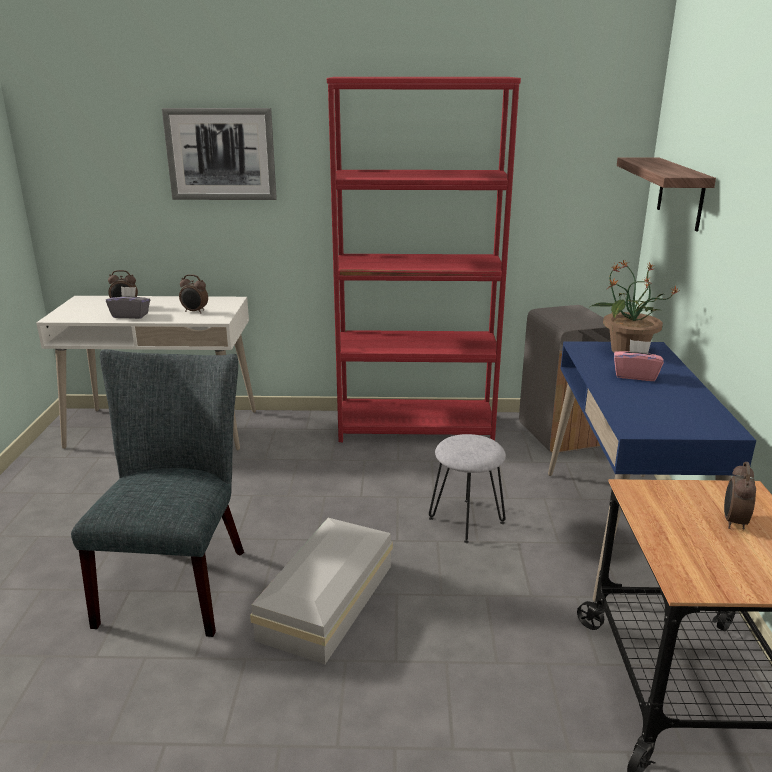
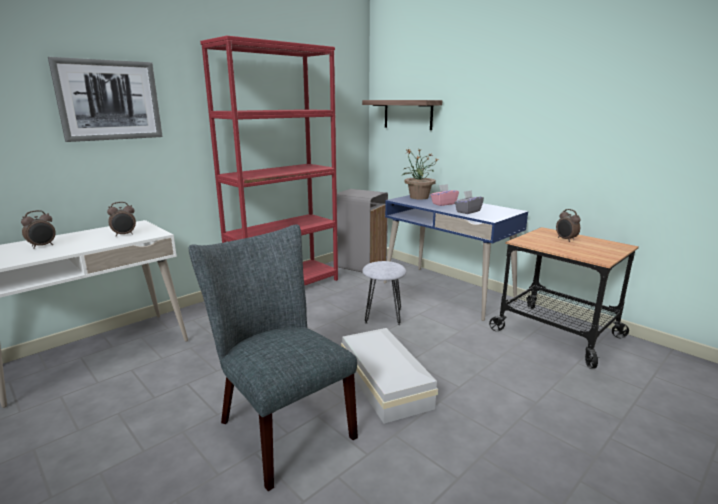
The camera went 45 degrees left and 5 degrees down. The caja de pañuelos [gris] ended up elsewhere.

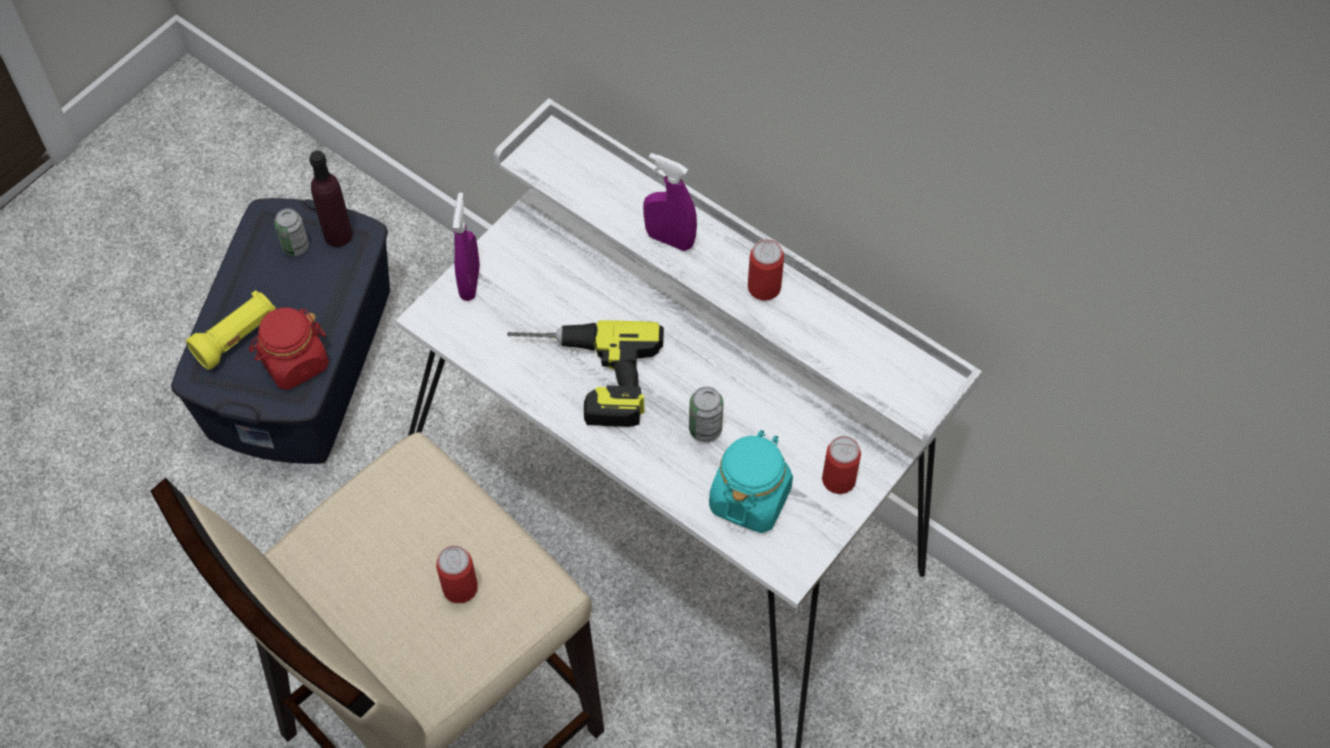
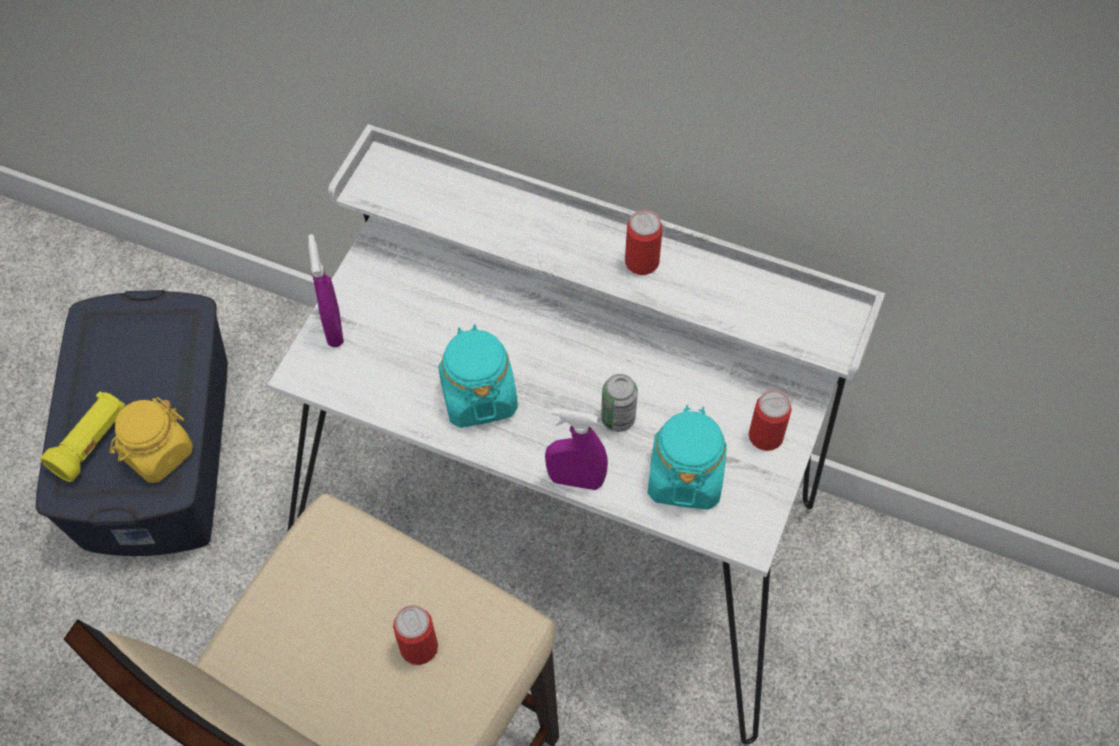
The camera went 15 degrees left and 0 degrees up. The second view lost the lata (no. 1 from left). The second view lost the botella [morado]. The pulverizador [morado] (no. 2 from left) ended up elsewhere. Where the taladro stood, the tarro [turquesa] (no. 1 from left) came to stand. What was the tarro [rojo] turned into the tarro [amarillo].

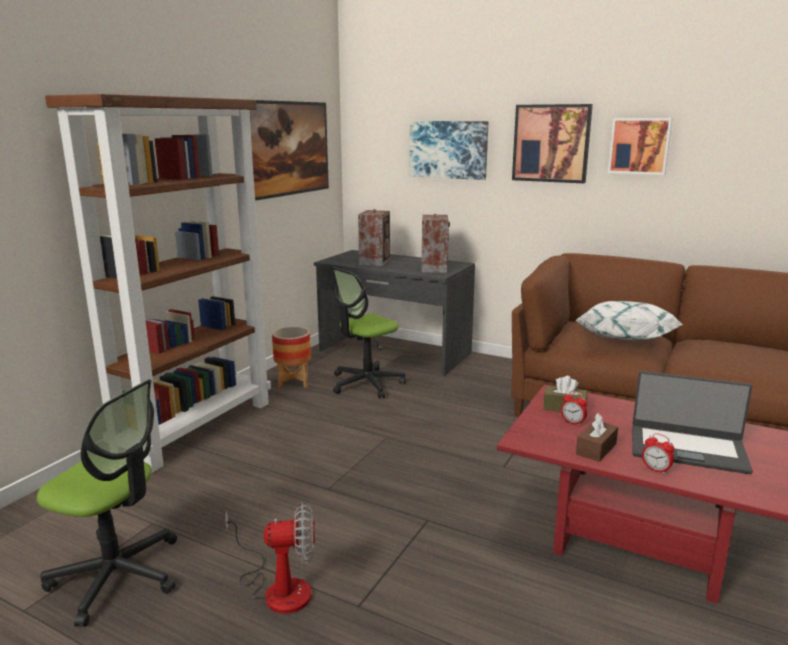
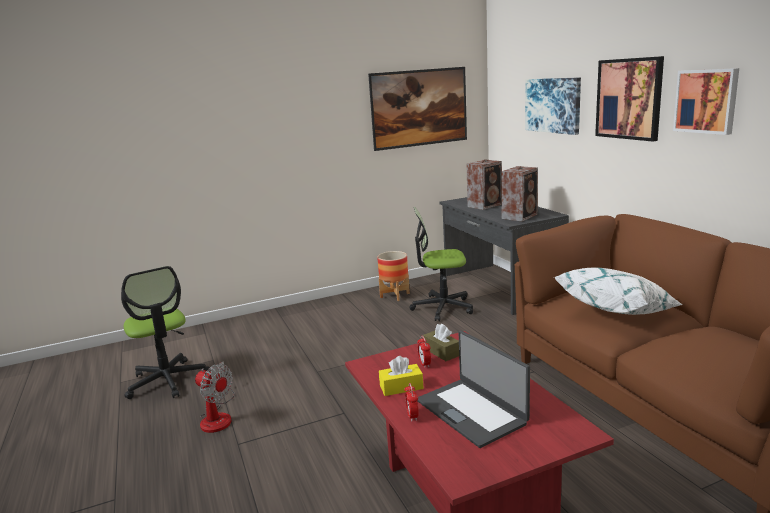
The camera went 40 degrees right and 0 degrees up. The second view lost the estantería [marrón]. What was the caja de pañuelos [marrón] (no. 2 from left) turned into the caja de pañuelos [amarillo].

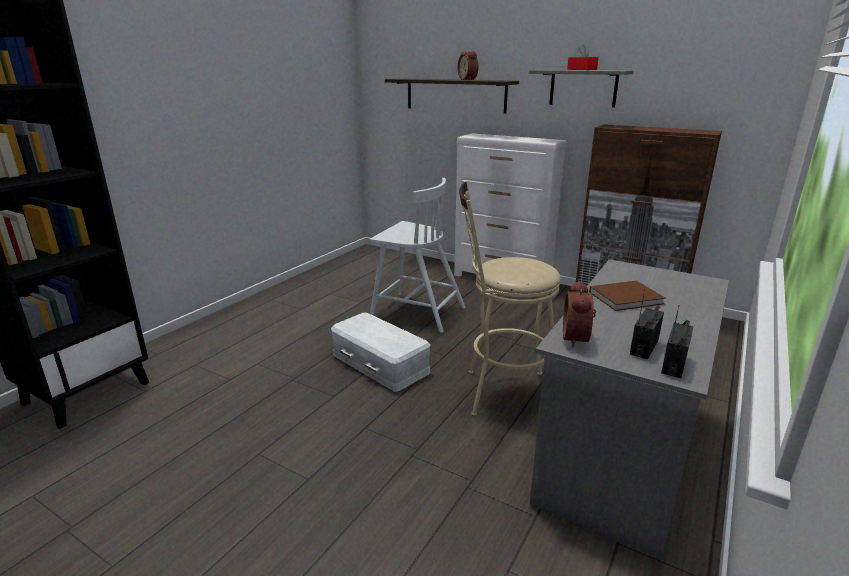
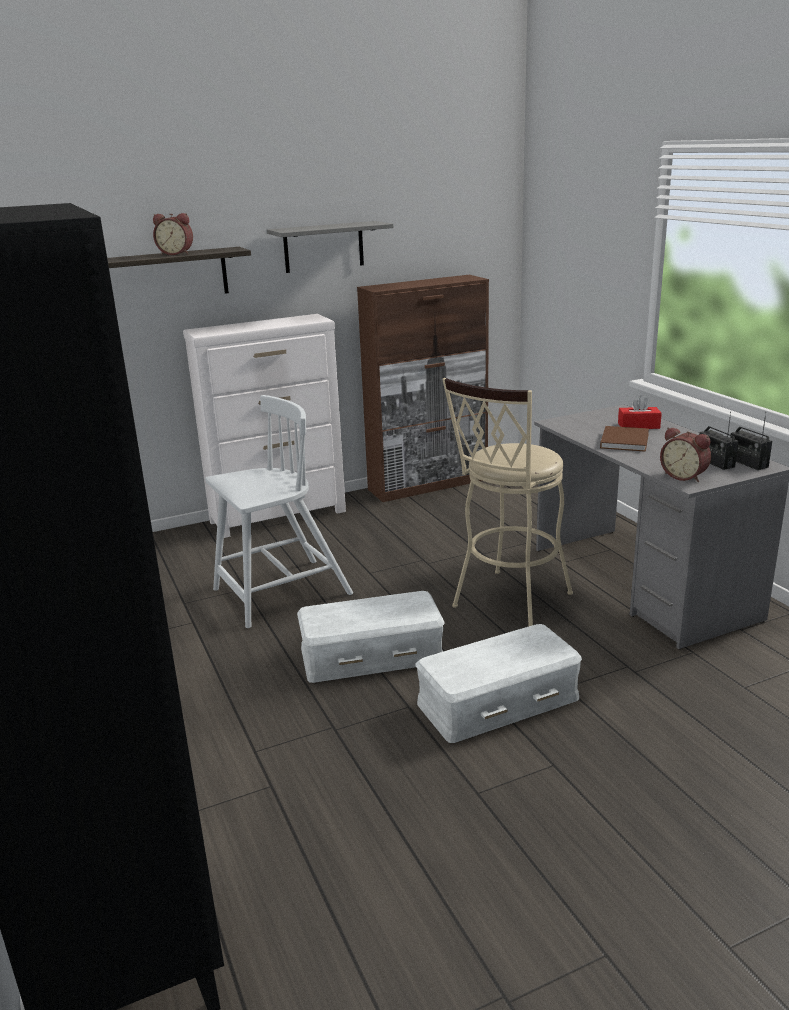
The camera went 55 degrees left and 0 degrees up. The second view gained the caja de almacenaje [blanco] (no. 2 from left). The caja de pañuelos [rojo] ended up elsewhere.

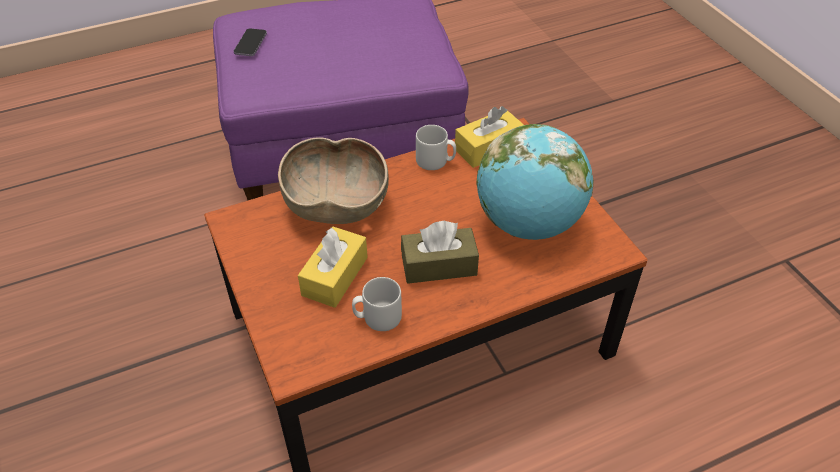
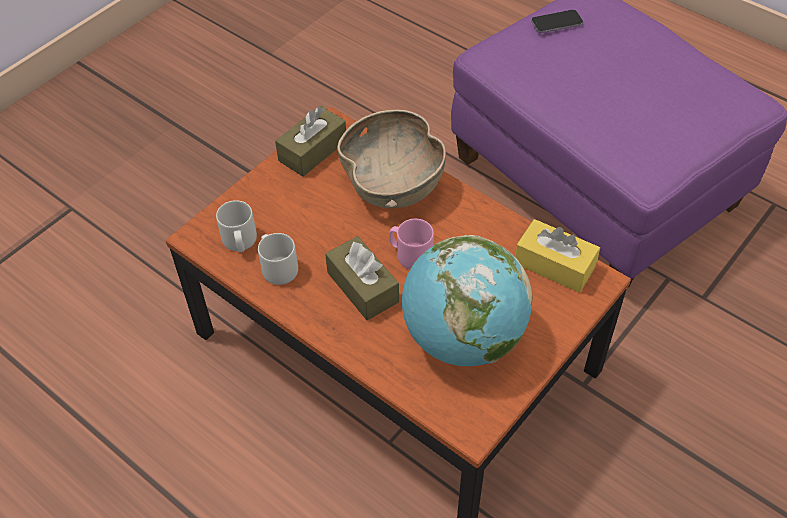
The camera went 65 degrees right and 5 degrees up. The second view lost the caja de pañuelos [amarillo] (no. 1 from left). The second view gained the caja de pañuelos [marrón] (no. 1 from left). The second view gained the taza grande [rosa]. The taza grande [gris] (no. 2 from left in the first image) ended up elsewhere.

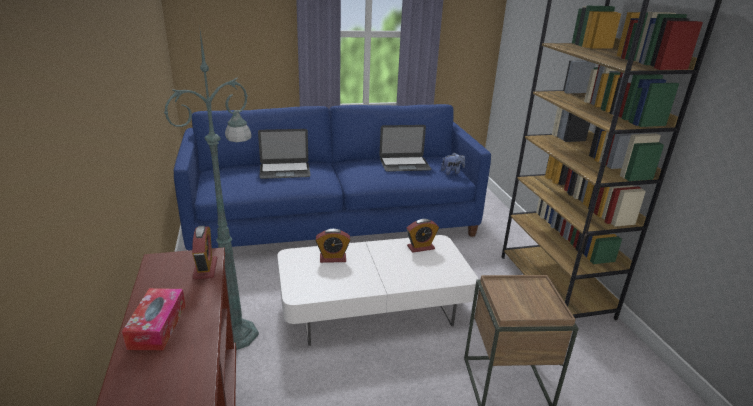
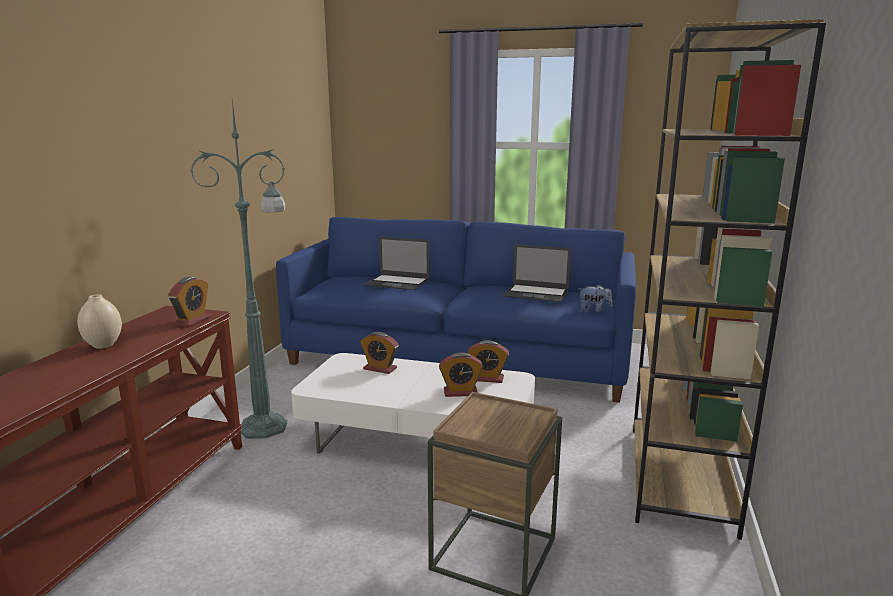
The camera went 30 degrees right and 10 degrees down. The second view gained the despertador (no. 3 from left). Where the caja de pañuelos stood, the florero [beis] came to stand.

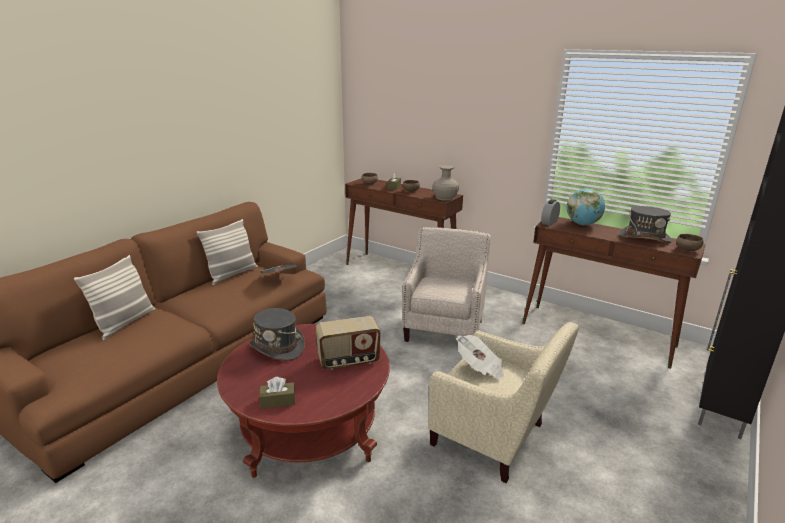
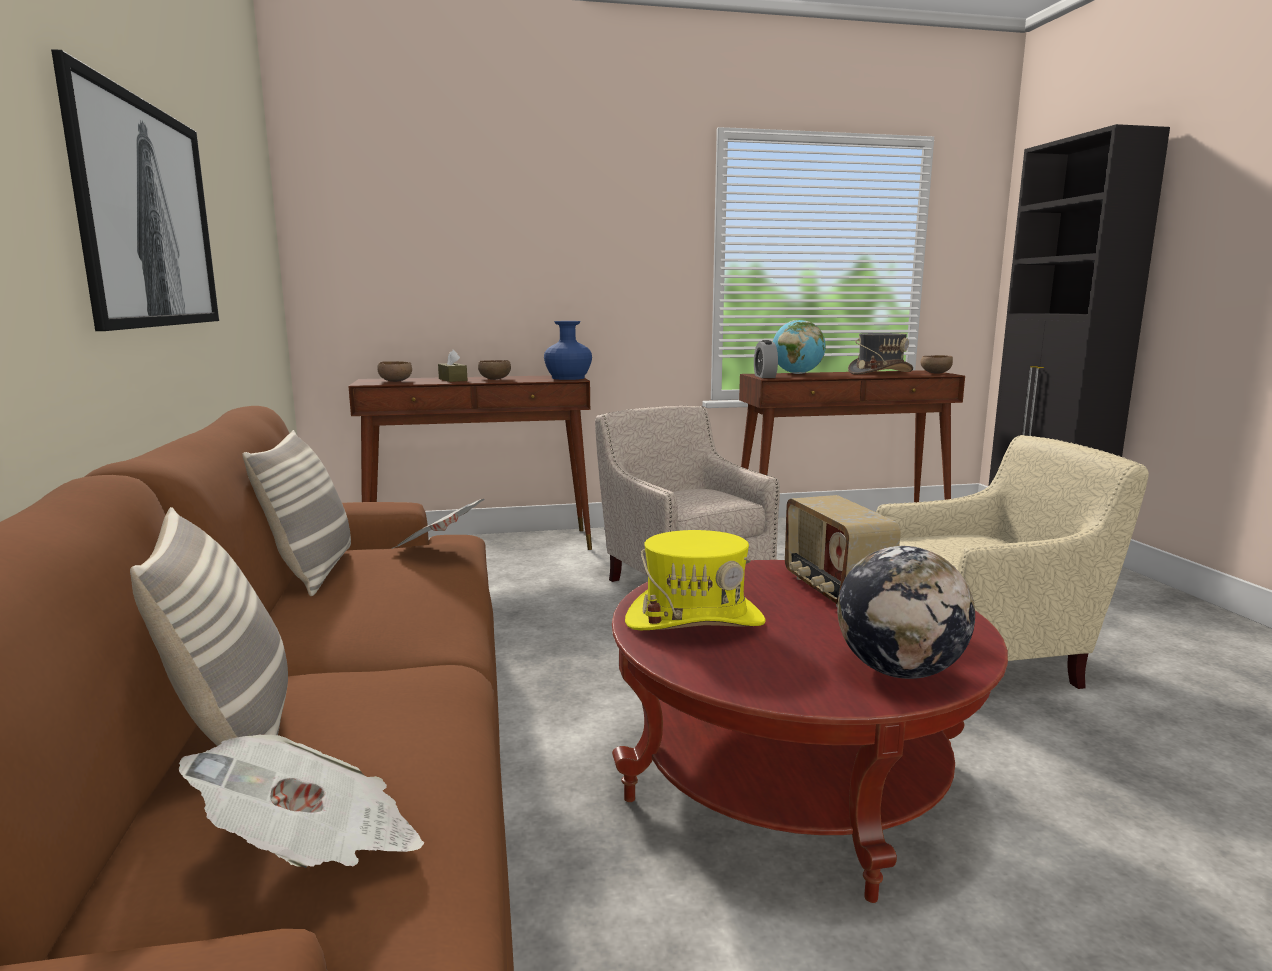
The camera went 45 degrees left and 10 degrees down. The second view gained the cuadro. The periódico (no. 2 from left in the first image) ended up elsewhere. Where the caja de pañuelos [marrón] (no. 1 from left) stood, the globo terráqueo (no. 2 from left) came to stand. What was the sombrero [gris] (no. 1 from left) turned into the sombrero [amarillo]. What was the florero [beis] turned into the florero [azul]. The radio ended up facing another way, 135 degrees clockwise from before.

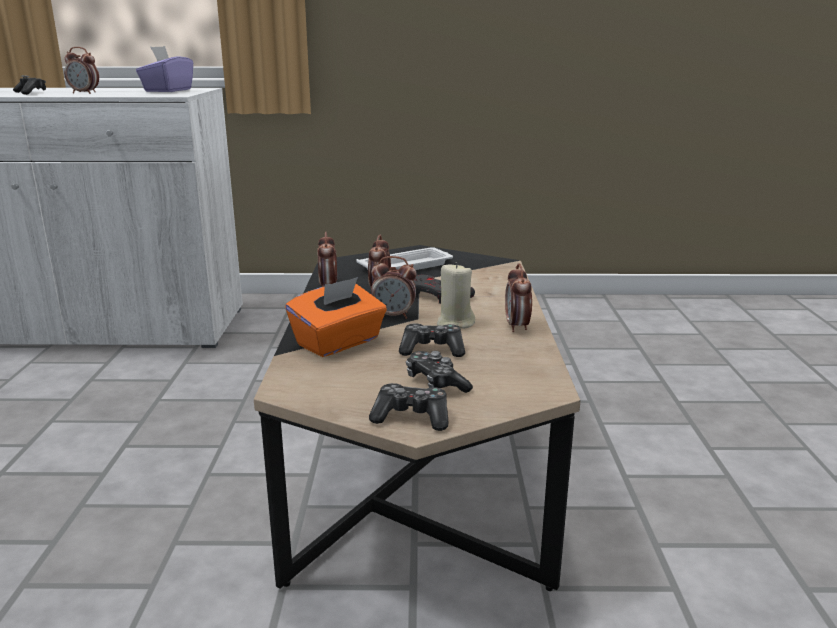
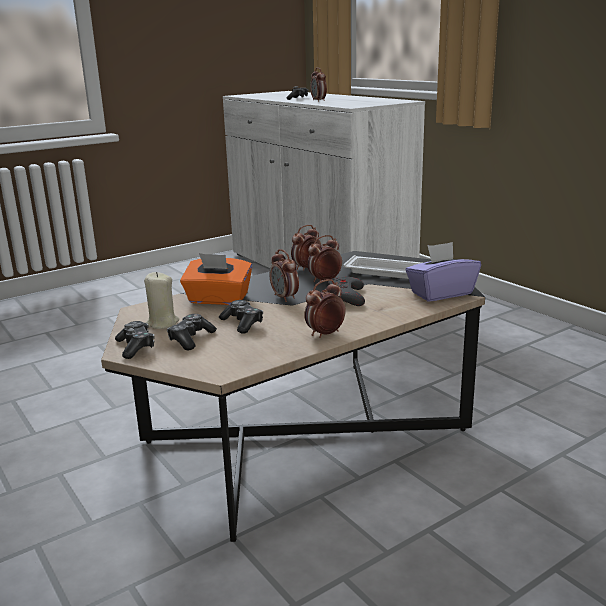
The camera went 55 degrees right and 0 degrees up. The caja de pañuelos [morado] ended up elsewhere. The vela [beis] ended up elsewhere.

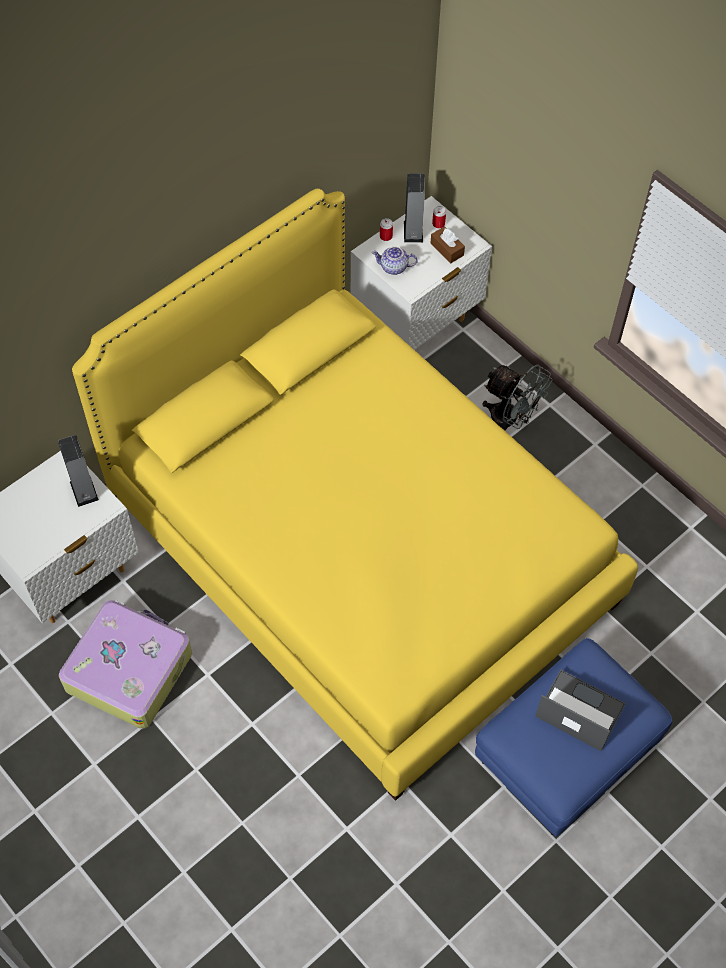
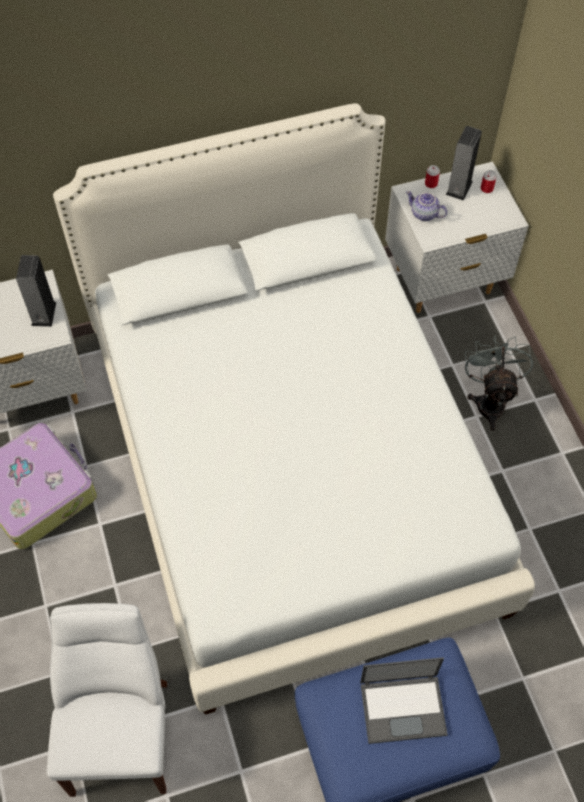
The camera went 25 degrees right and 0 degrees up. The second view lost the caja de pañuelos [marrón]. The second view gained the silla [blanco]. What was the cama [amarillo] turned into the cama [blanco]. The ventilador [gris] ended up facing another way, 150 degrees counterclockwise from before. The portátil ended up facing another way, 120 degrees clockwise from before.

